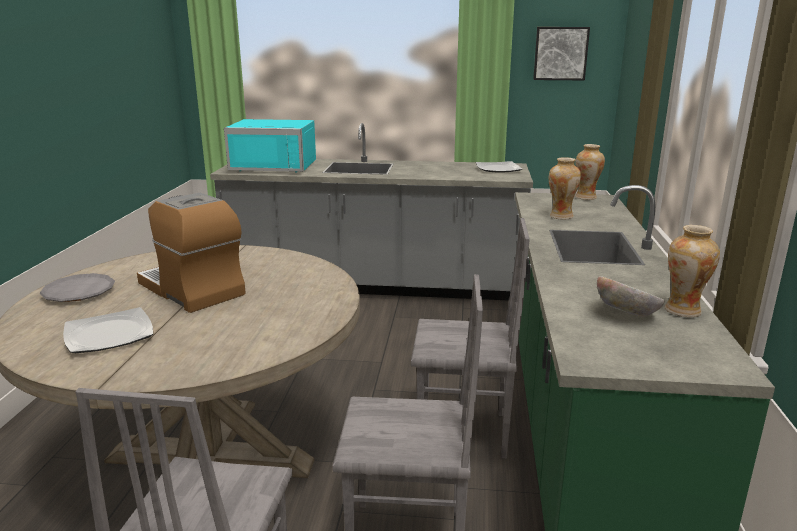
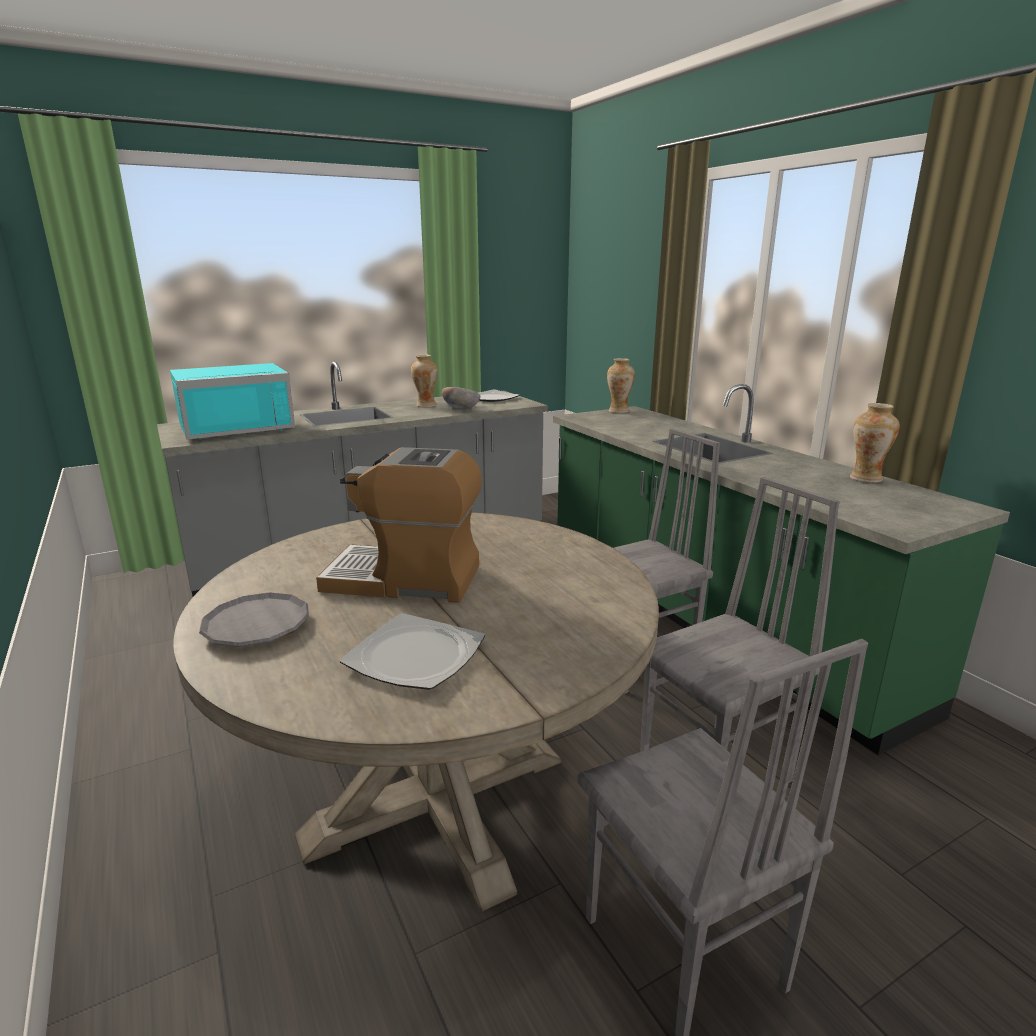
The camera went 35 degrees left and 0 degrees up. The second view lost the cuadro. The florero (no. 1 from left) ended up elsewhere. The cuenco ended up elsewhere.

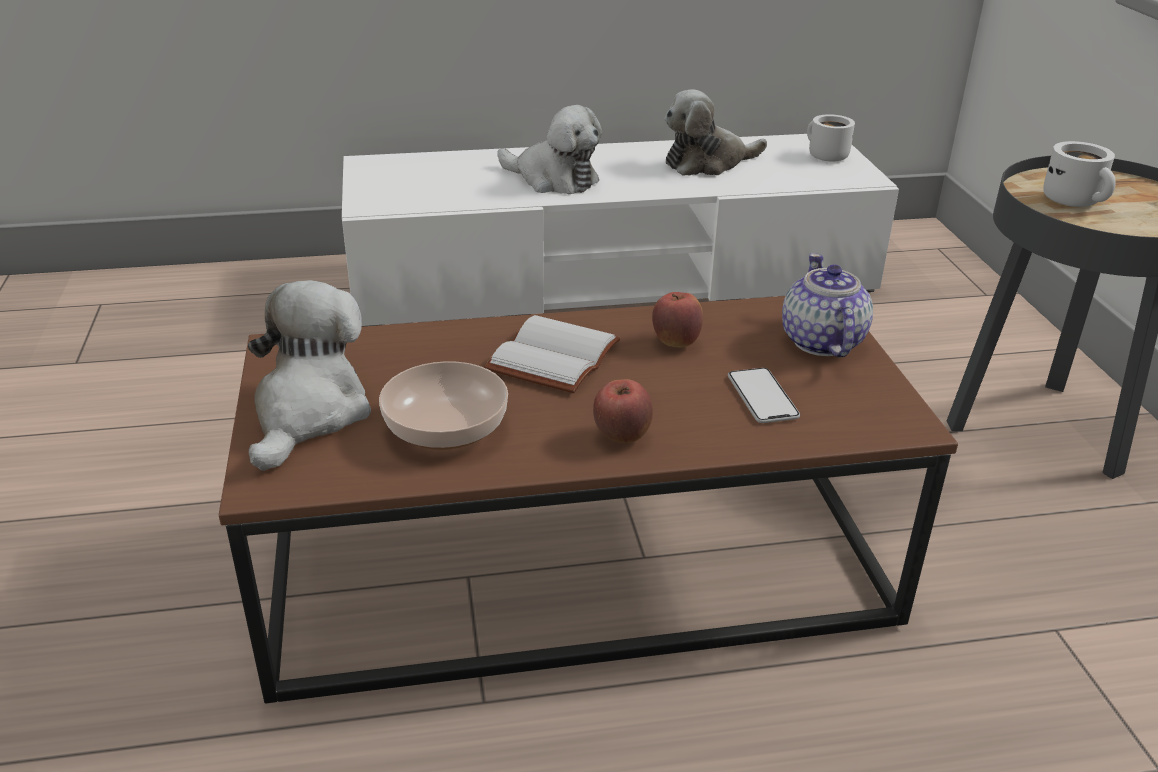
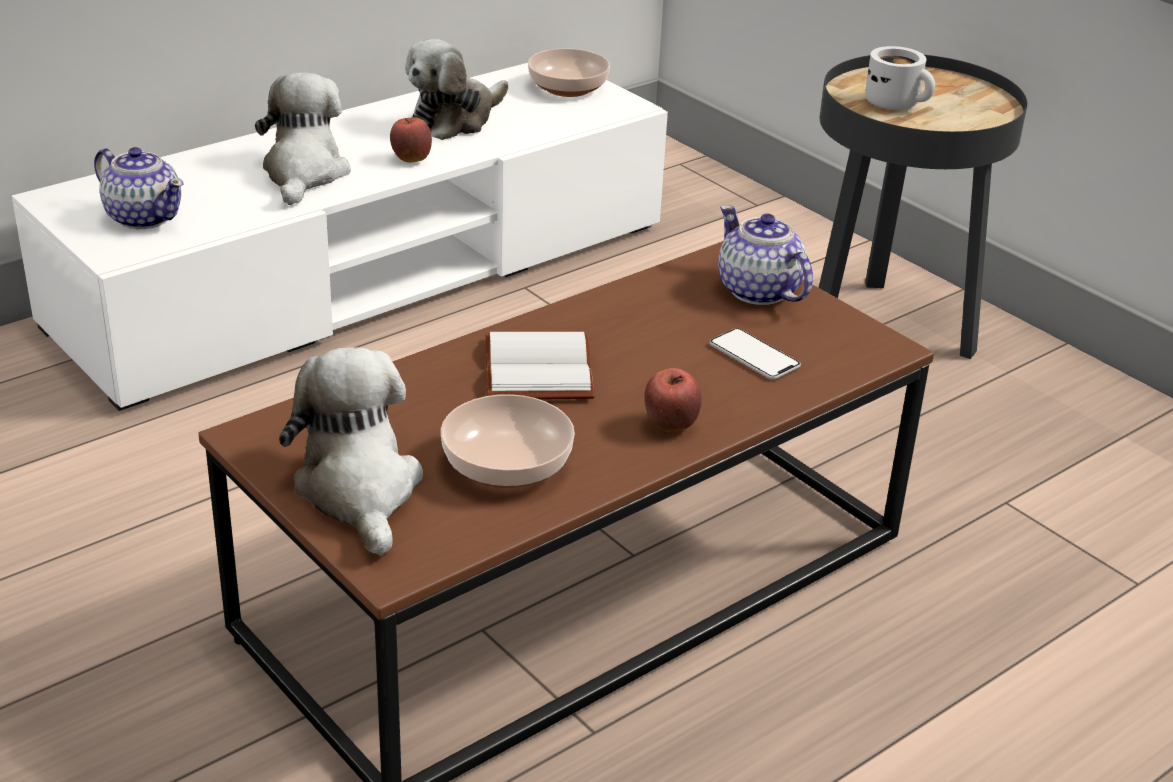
The camera went 30 degrees left and 0 degrees up. The second view gained the tetera (no. 1 from left). The manzana (no. 2 from left in the first image) ended up elsewhere. Where the taza grande [blanco] (no. 1 from left) stood, the cuenco (no. 2 from left) came to stand. The peluche (no. 2 from left in the first image) ended up facing another way, 90 degrees counterclockwise from before.

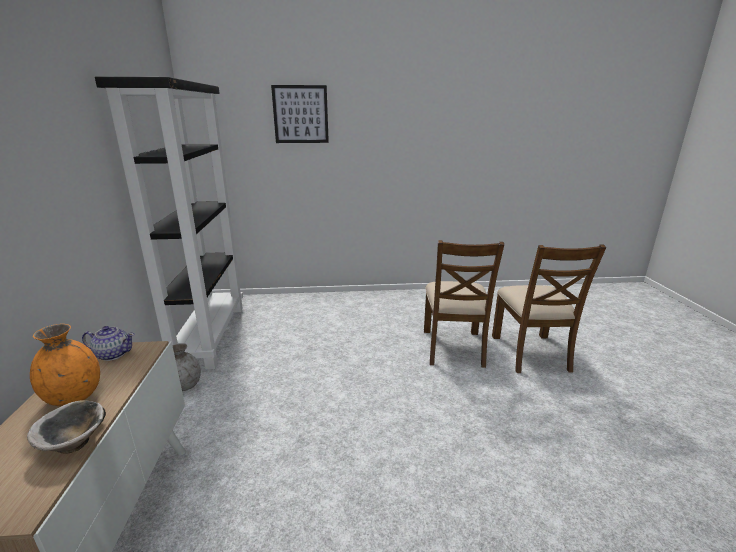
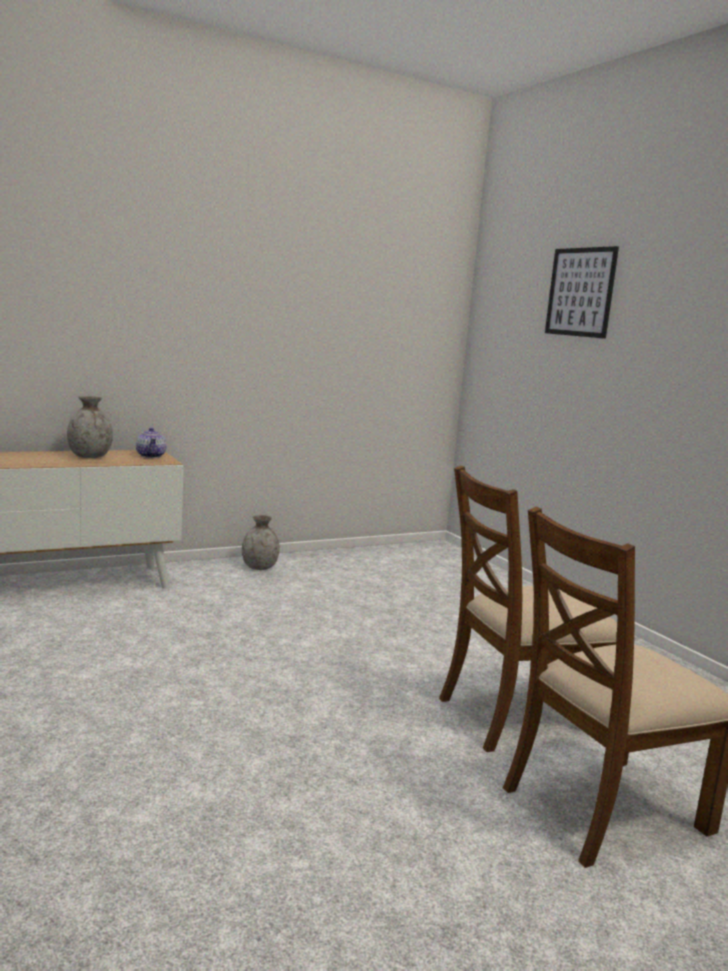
The camera went 65 degrees right and 10 degrees down. The second view lost the cuenco. The second view lost the estantería [negro]. What was the florero [naranja] turned into the florero [gris] (no. 1 from left).

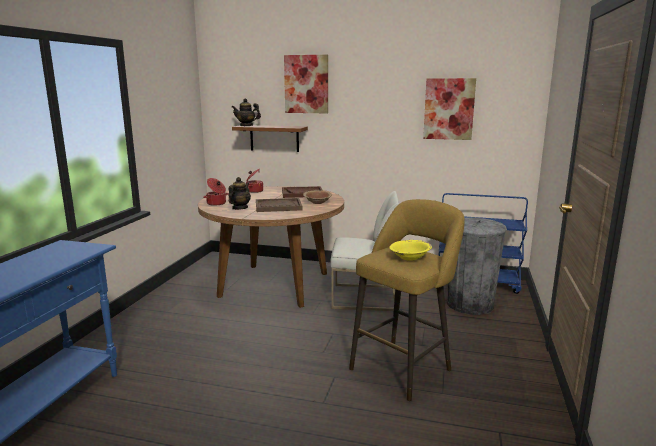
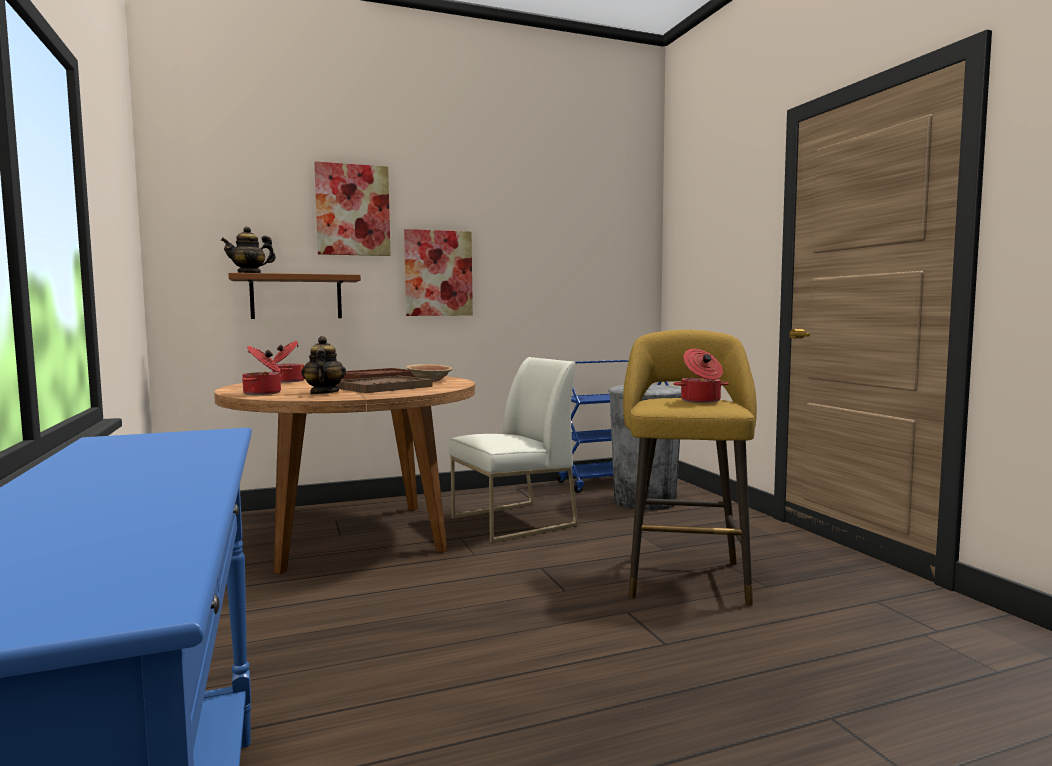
The camera went 35 degrees left and 10 degrees down. The cuadro (no. 2 from left) ended up elsewhere. Where the cuenco [amarillo] stood, the olla (no. 3 from left) came to stand.

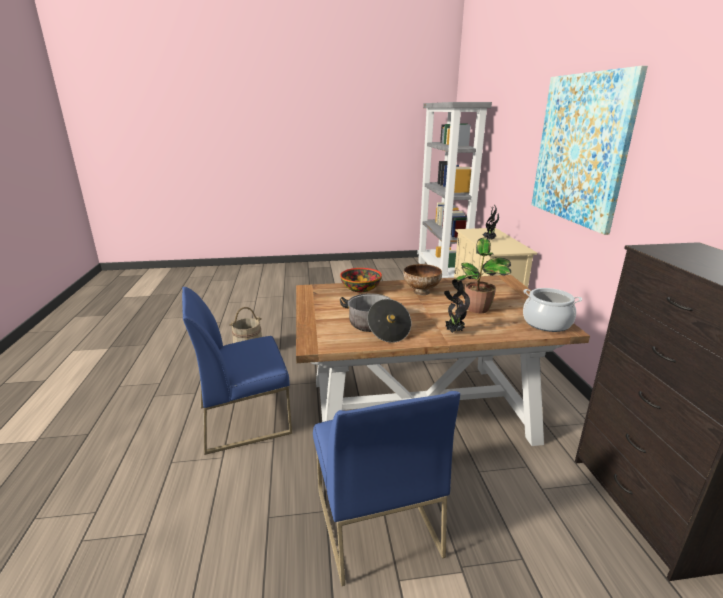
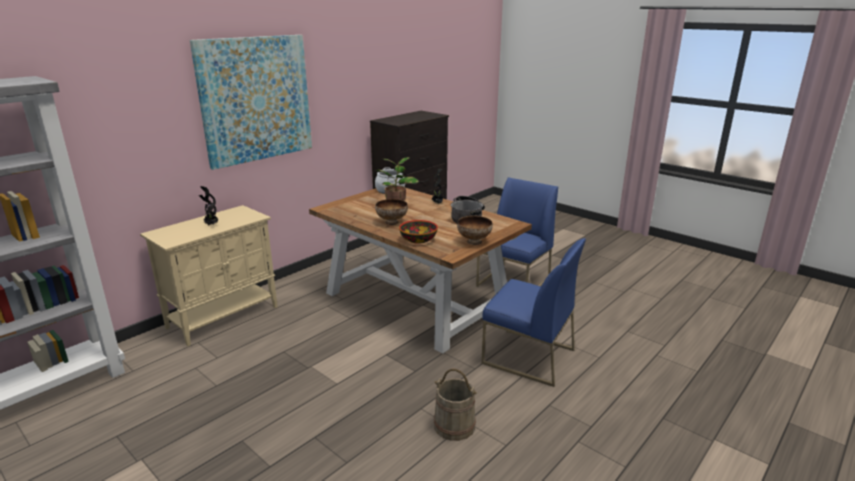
The camera went 130 degrees left and 0 degrees up. The second view gained the cuenco (no. 3 from left).

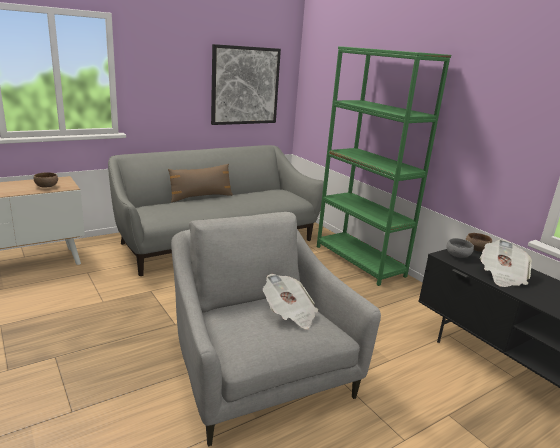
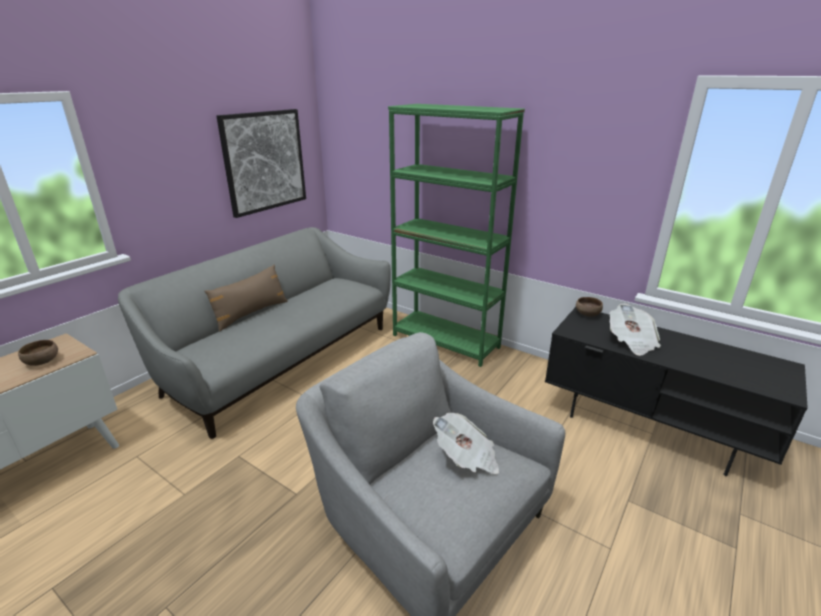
The camera went 20 degrees left and 5 degrees up. The second view lost the cuenco [gris].

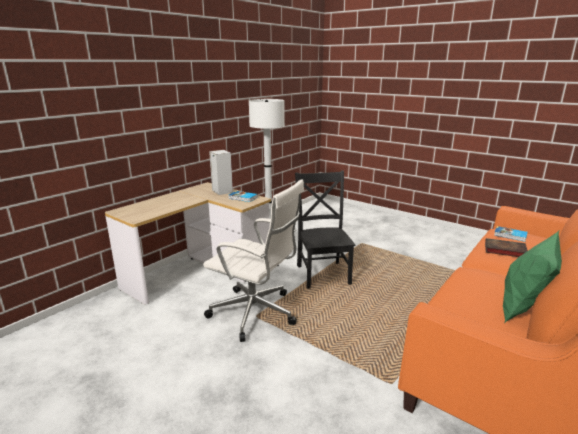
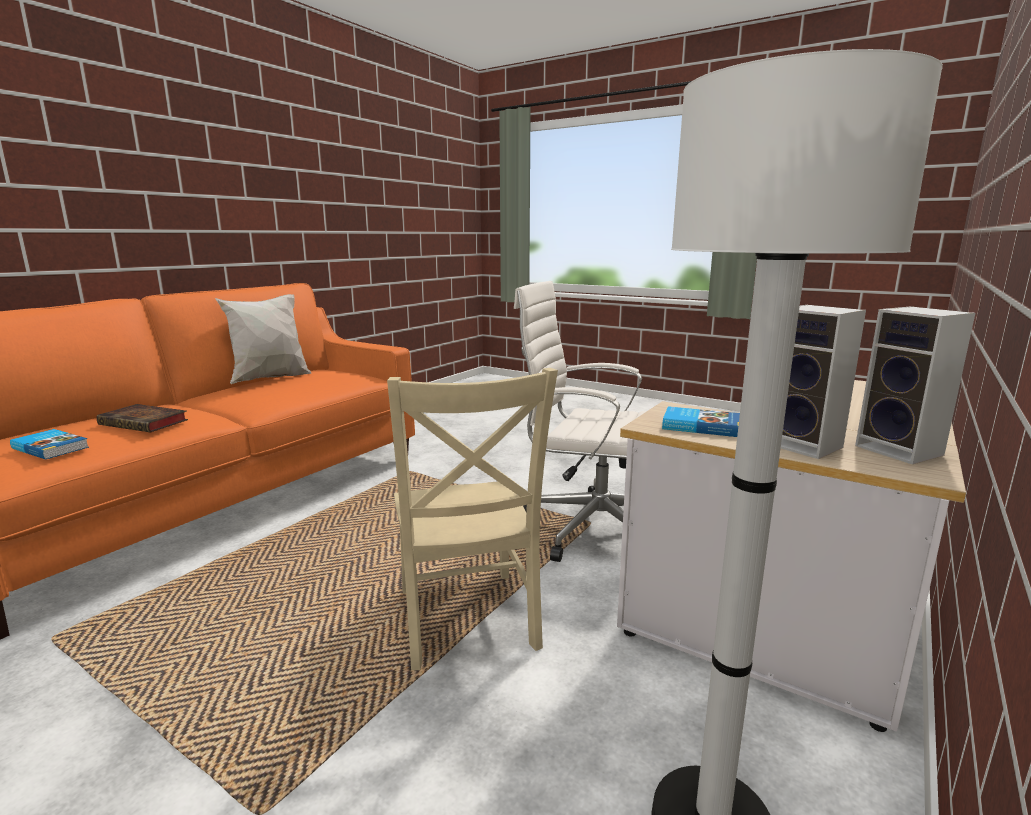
The camera went 175 degrees right and 5 degrees down. The second view gained the altavoz (no. 2 from left). What was the silla [negro] turned into the silla [beis]. What was the cojín [verde] turned into the cojín [blanco].

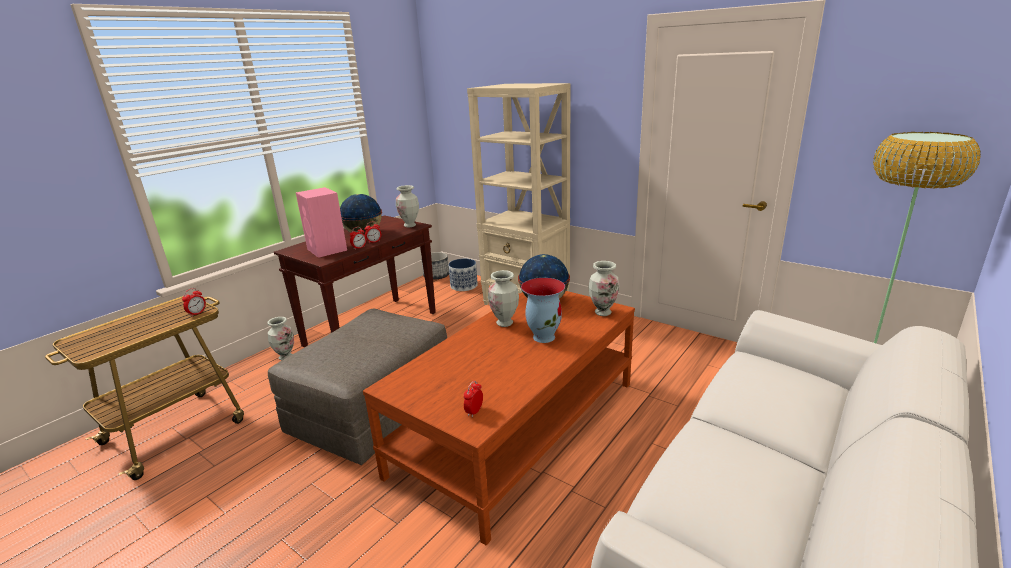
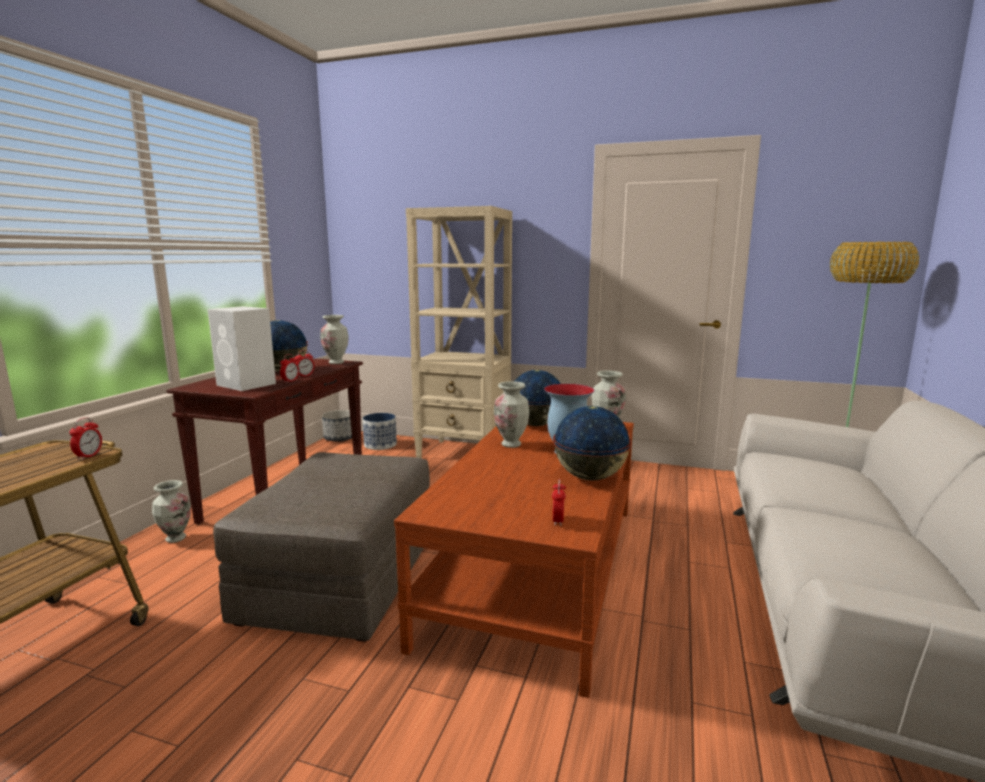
The camera went 20 degrees left and 10 degrees down. The second view gained the globo terráqueo (no. 3 from left). What was the altavoz [rosa] turned into the altavoz [blanco].

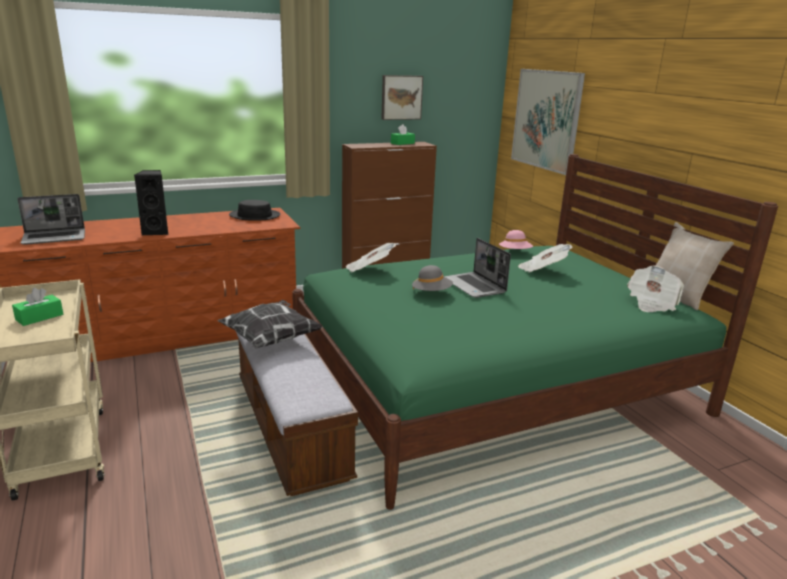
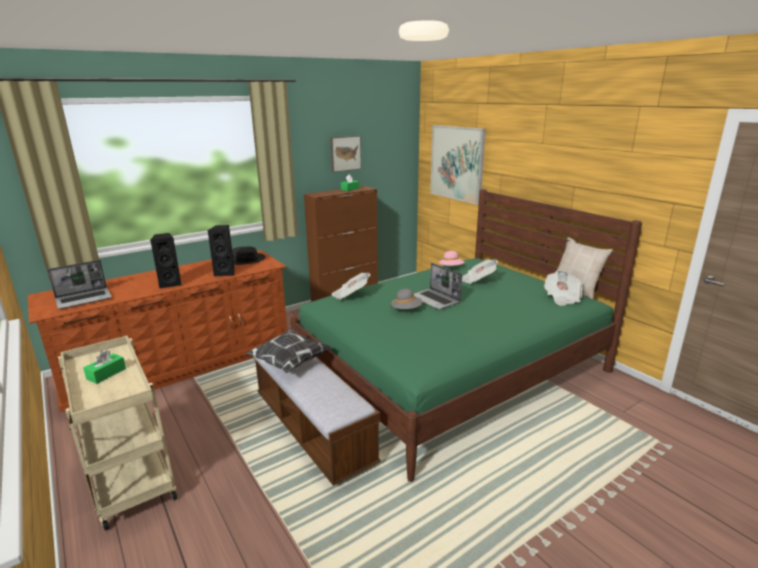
The camera went 10 degrees left and 0 degrees up. The second view gained the altavoz [negro] (no. 2 from left).

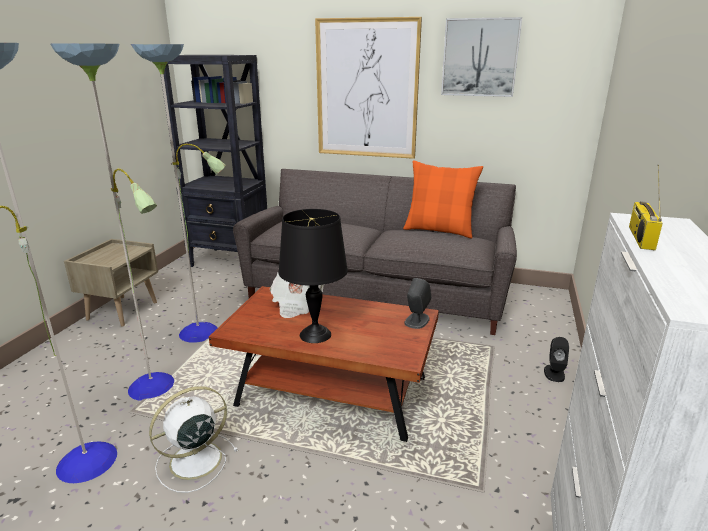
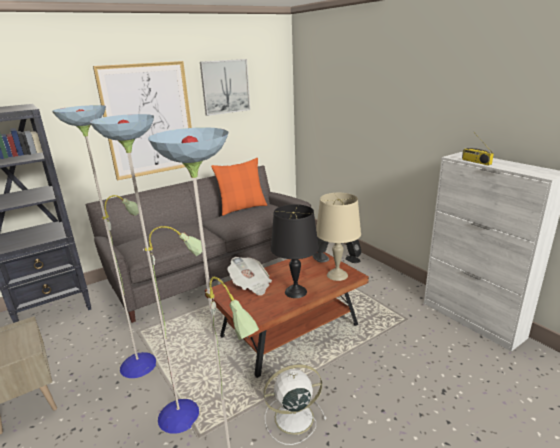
The camera went 50 degrees left and 0 degrees up. The second view gained the lámpara de mesa [beis]. The ventilador [blanco] ended up facing another way, 75 degrees clockwise from before.

